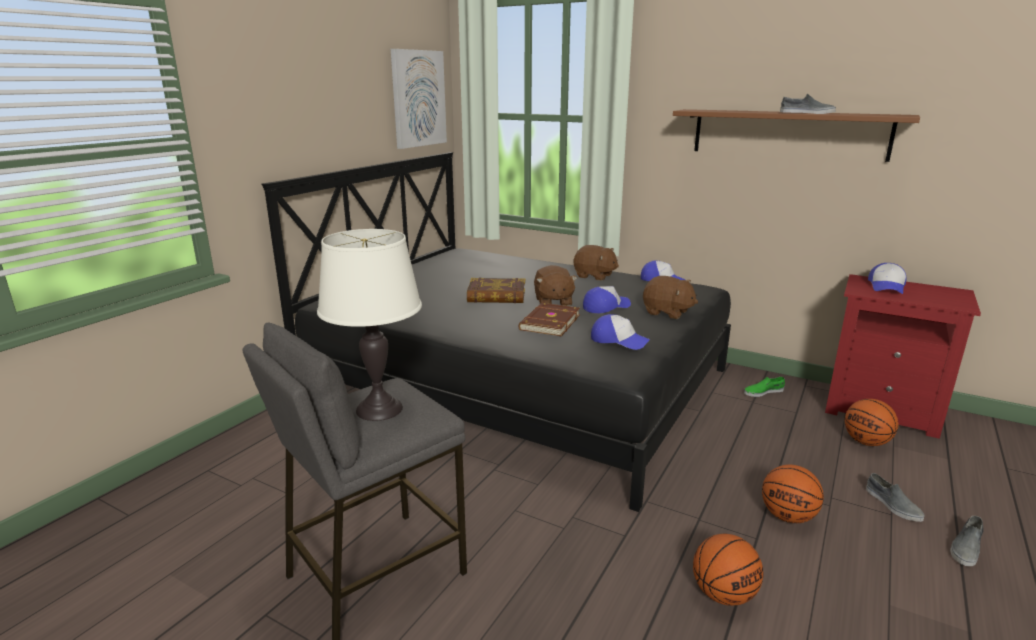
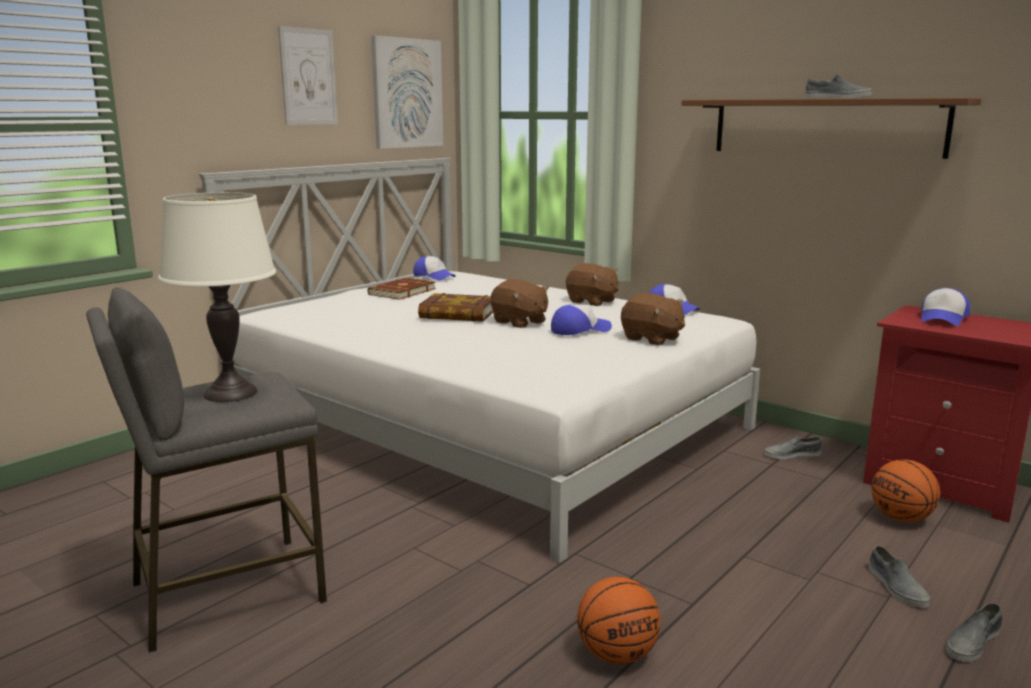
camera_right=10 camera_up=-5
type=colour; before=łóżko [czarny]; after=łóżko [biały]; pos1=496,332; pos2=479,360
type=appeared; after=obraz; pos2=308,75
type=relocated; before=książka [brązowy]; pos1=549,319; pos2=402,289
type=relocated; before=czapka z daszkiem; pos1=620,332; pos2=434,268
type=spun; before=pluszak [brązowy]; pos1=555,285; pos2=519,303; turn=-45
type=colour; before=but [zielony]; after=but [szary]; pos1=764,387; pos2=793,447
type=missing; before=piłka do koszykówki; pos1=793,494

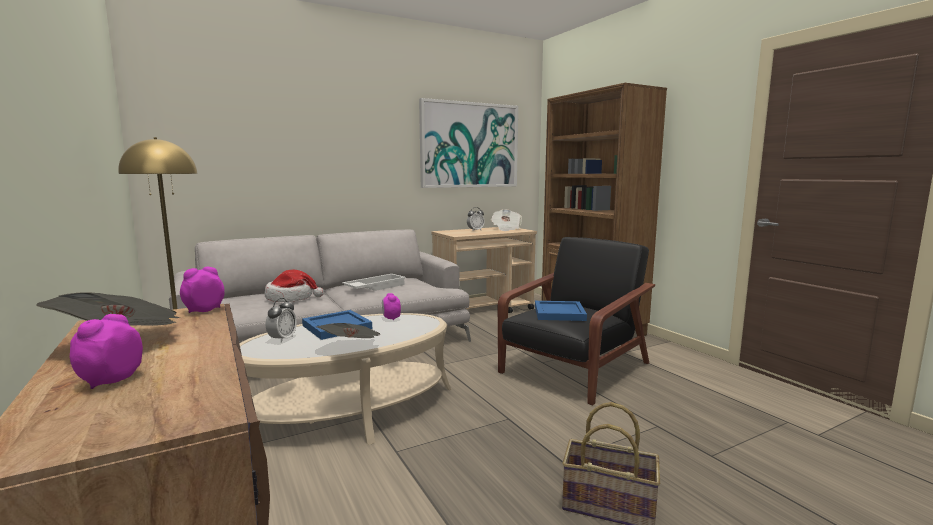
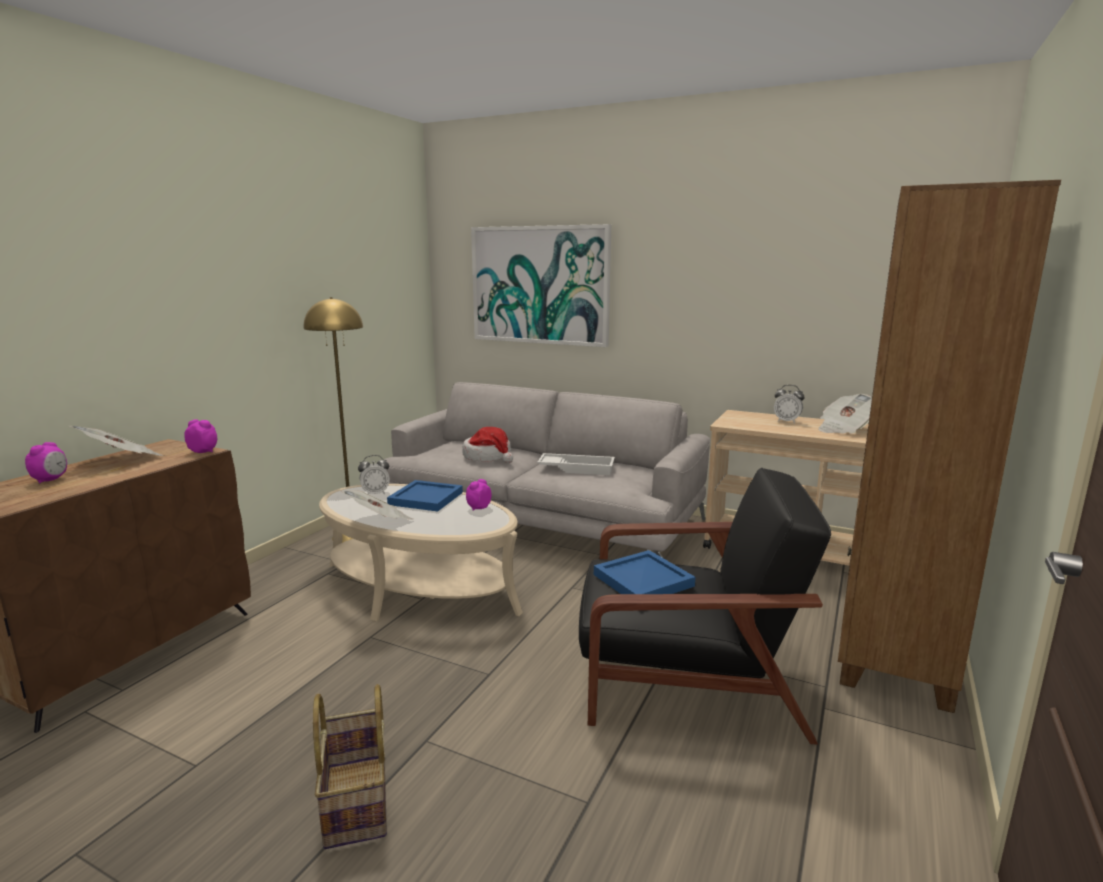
camera_right=55 camera_up=5
type=spun; before=budzik; pos1=106,351; pos2=46,462; turn=120
type=relocated; before=obraz; pos1=468,143; pos2=541,285

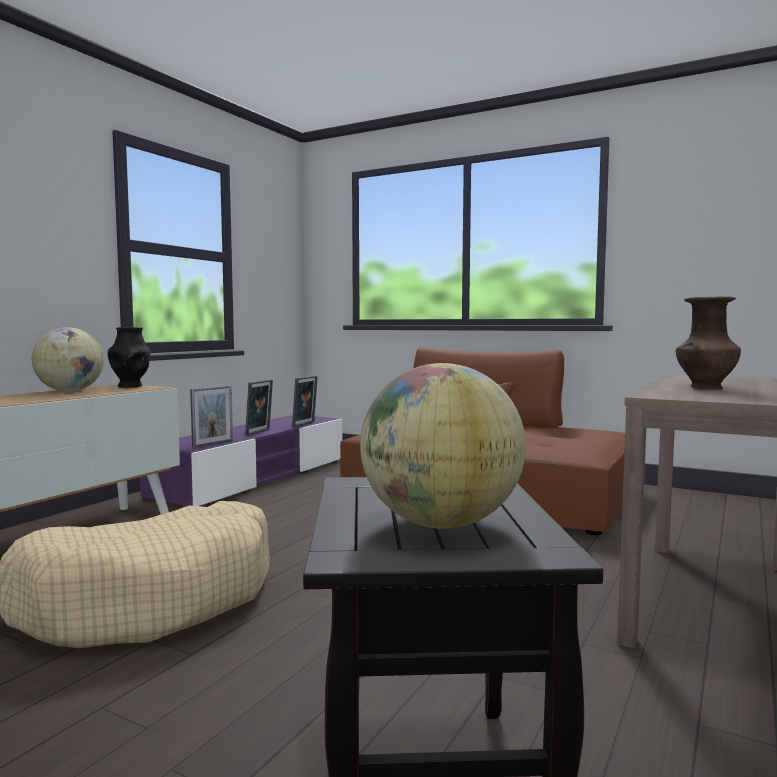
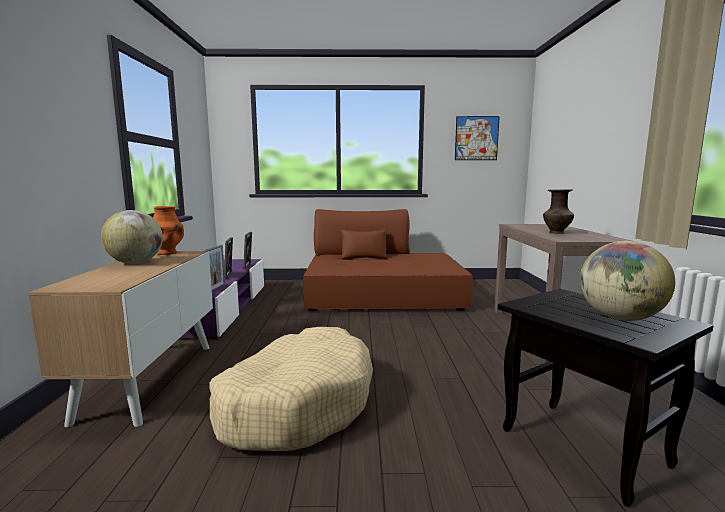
camera_right=-30 camera_up=5
type=colour; before=wazon [czarny]; after=wazon [pomarańczowy]; pos1=129,357; pos2=168,230
type=appeared; after=obraz; pos2=477,138

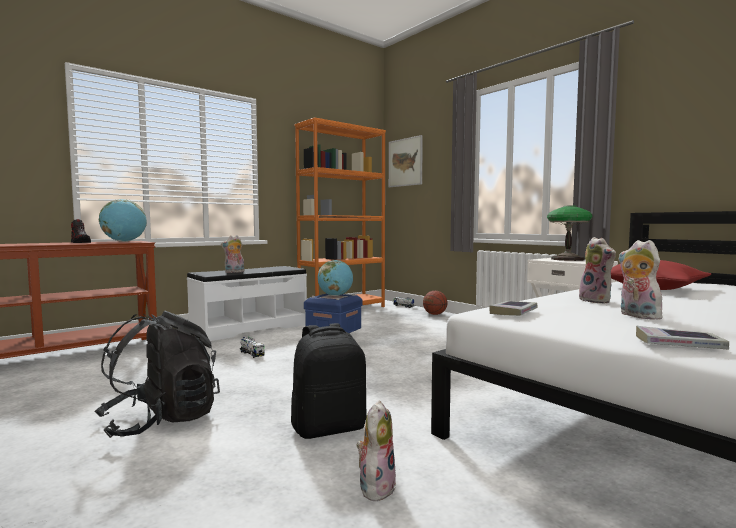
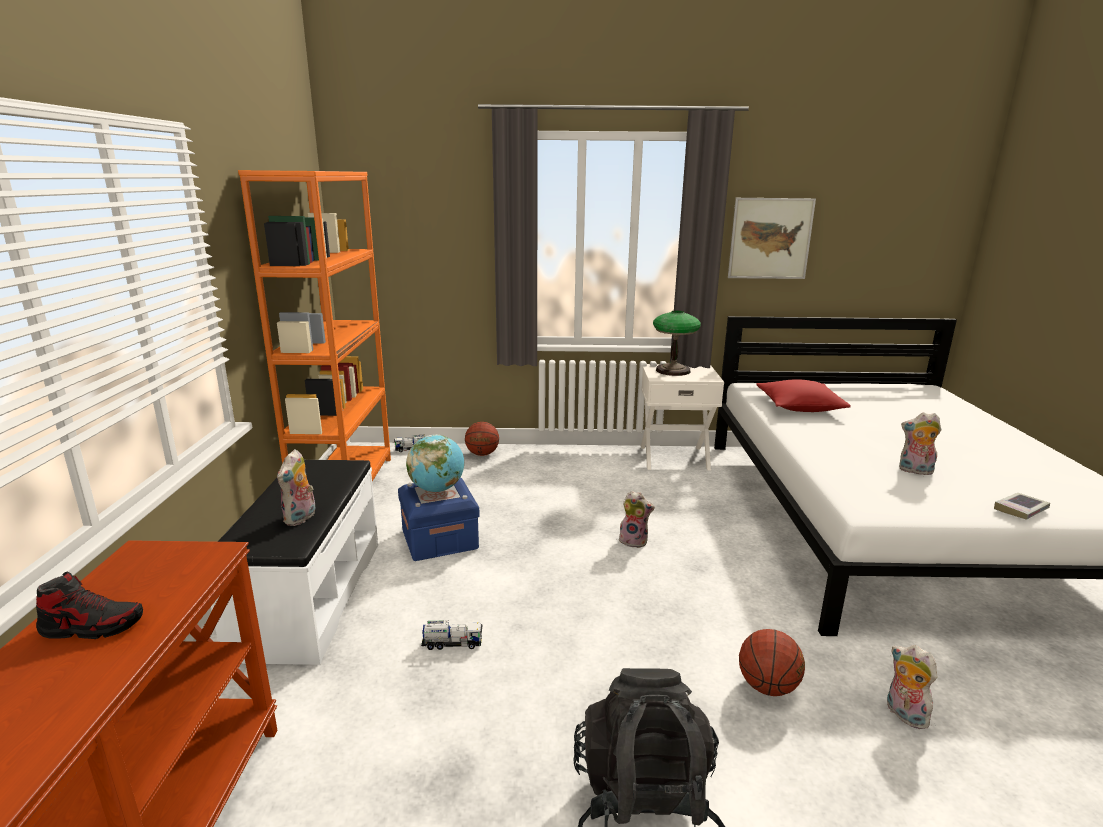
camera_right=-50 camera_up=15
type=relocated; before=pluszak; pos1=597,270; pos2=637,519
type=relocated; before=obraz; pos1=406,161; pos2=772,238
type=exchanged; before=plecak [czarny]; after=piłka do koszykówki; pos1=329,381; pos2=772,662
type=missing; before=globus; pos1=123,220
type=missing; before=książka; pos1=513,308

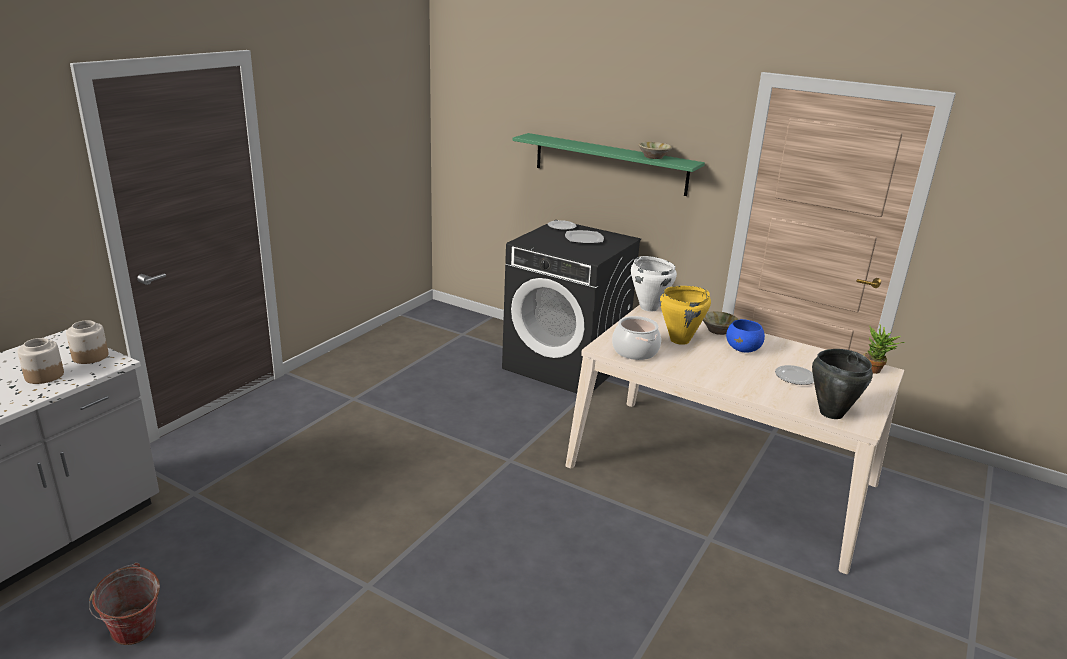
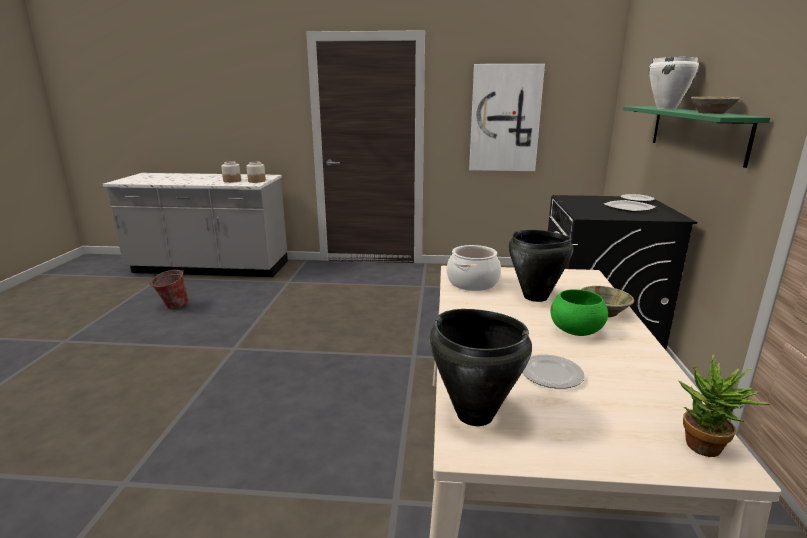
camera_right=65 camera_up=-5
type=appeared; after=obraz; pos2=507,117
type=colour; before=garnek [żółty]; after=garnek [czarny]; pos1=685,315; pos2=541,266
type=colour; before=miska [niebieski]; after=miska [zielony]; pos1=745,336; pos2=579,312
type=relocated; before=garnek [biały]; pos1=654,284; pos2=674,83

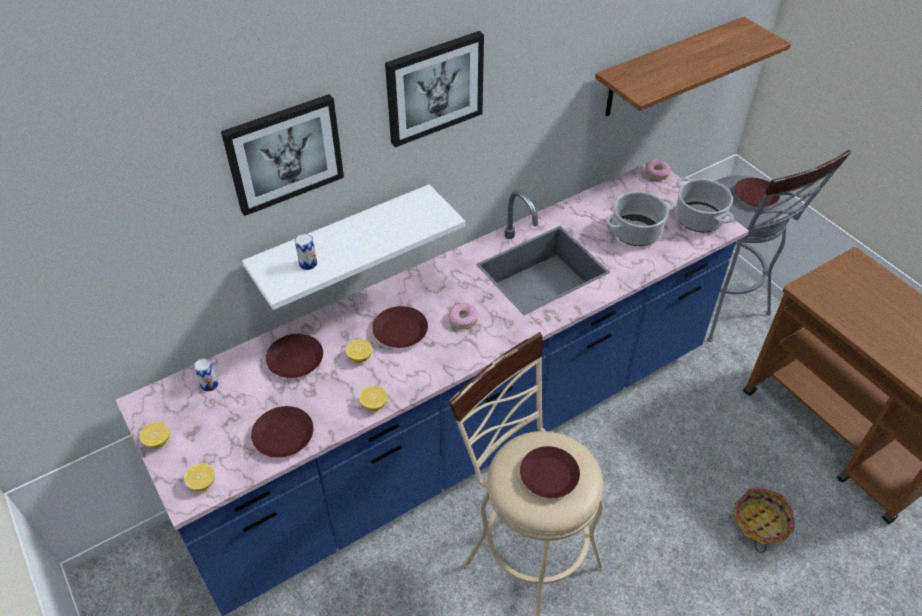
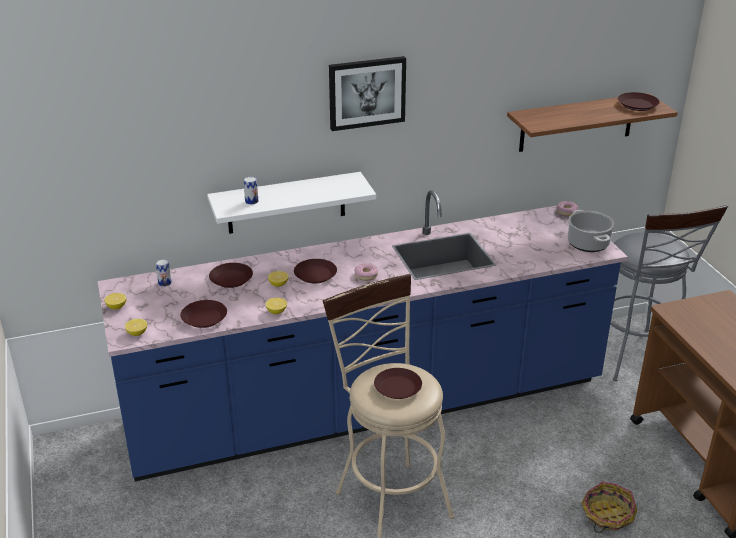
camera_right=15 camera_up=-15
type=relocated; before=talerz [brązowy]; pos1=757,192; pos2=639,101
type=missing; before=obraz; pos1=282,155
type=missing; before=garnek; pos1=639,218

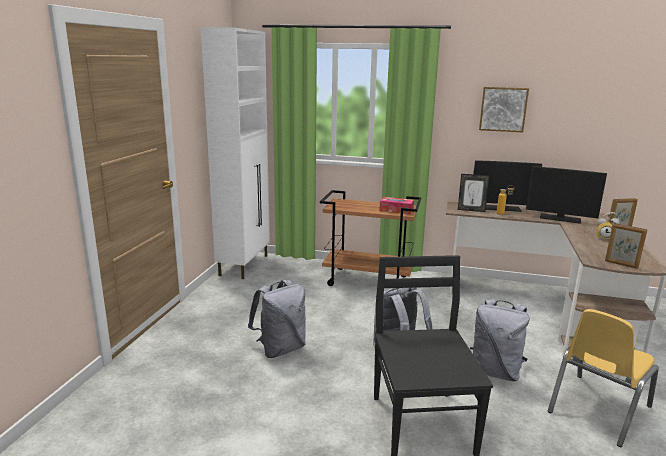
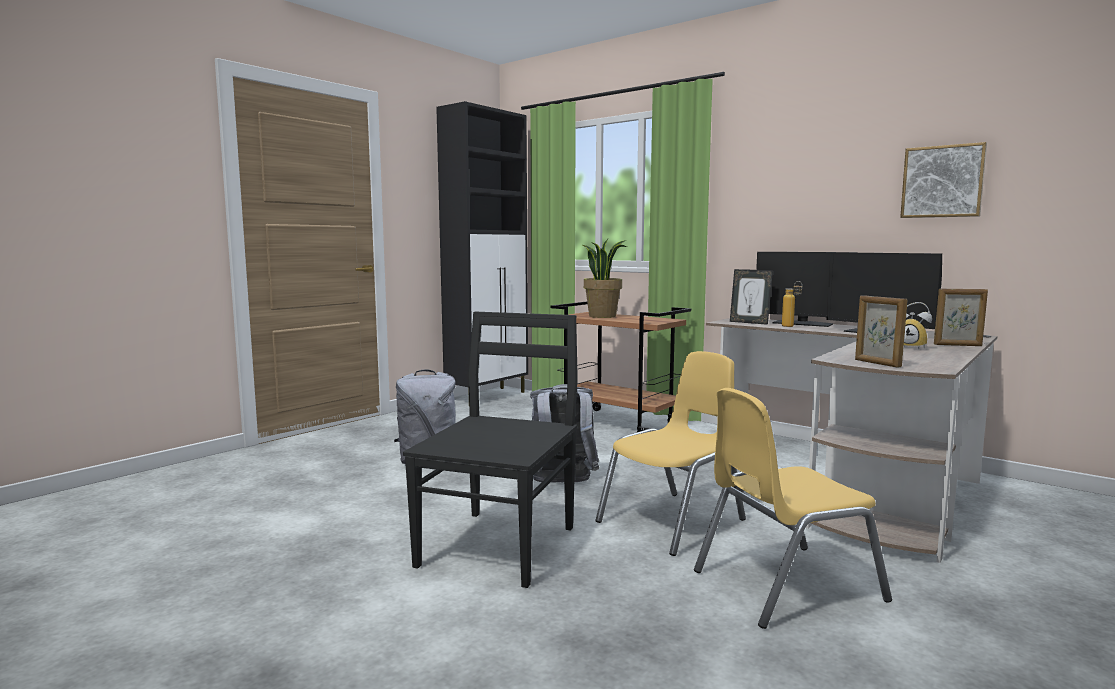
camera_right=25 camera_up=-10
type=colour; before=szafka [biały]; after=szafka [czarny]; pos1=235,153; pos2=482,247
type=appeared; after=roślina doniczkowa; pos2=605,278
type=exchanged; before=plecak [szary]; after=krzesło [żółty]; pos1=500,340; pos2=670,453
type=relocated; before=obraz; pos1=504,109; pos2=943,180
type=missing; before=pudełko chusteczek; pos1=396,205

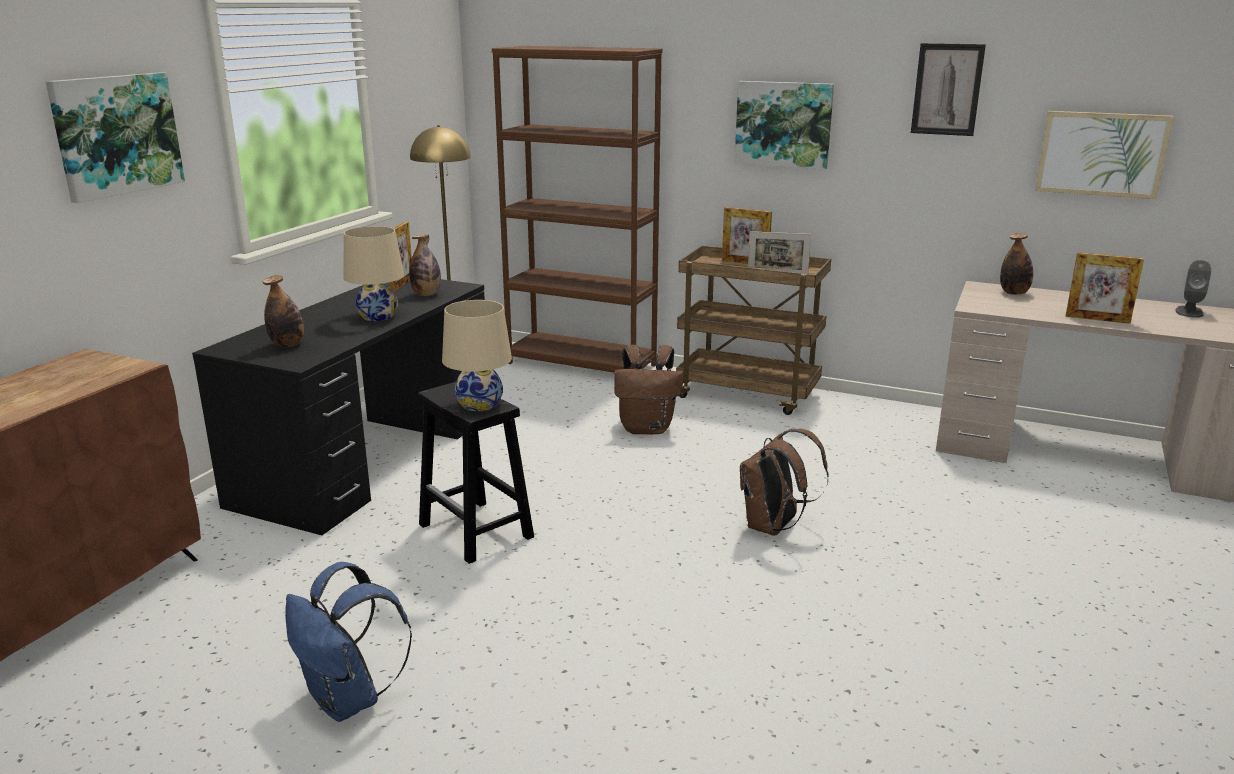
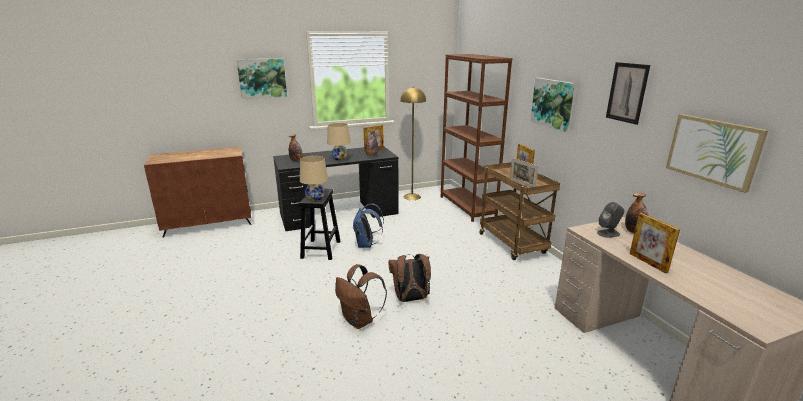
camera_right=45 camera_up=0
type=relocated; before=plecak [brązowy]; pos1=649,389; pos2=361,296
type=relocated; before=plecak [niebieski]; pos1=348,642; pos2=368,225
type=relocated; before=głośnik [szary]; pos1=1193,289; pos2=611,220

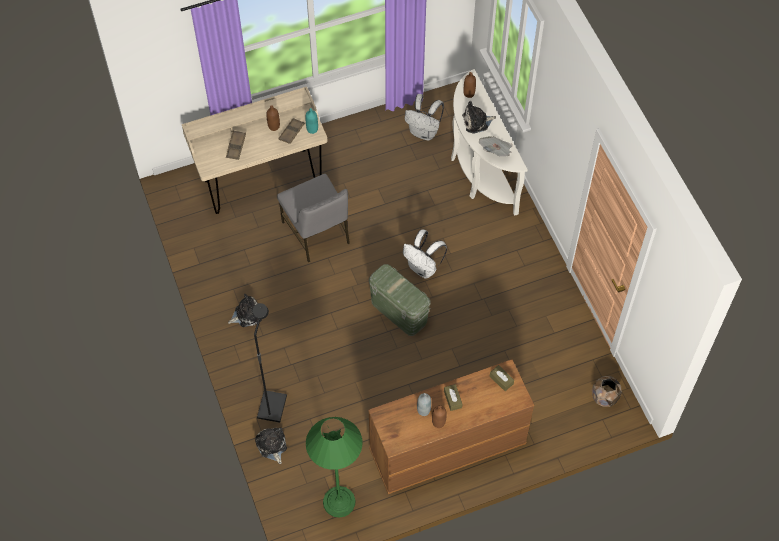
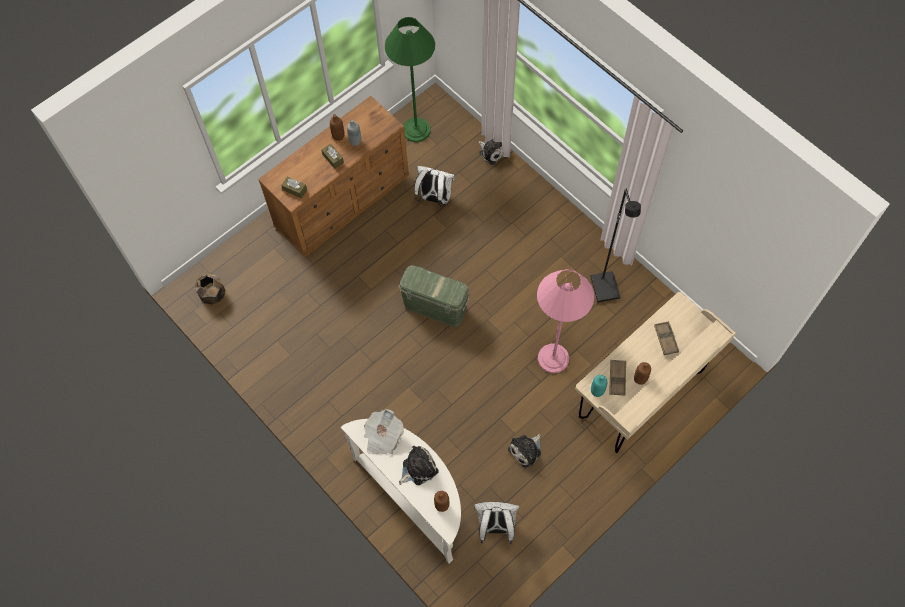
camera_right=160 camera_up=5
type=relocated; before=plecak [biały]; pos1=425,254; pos2=434,186
type=relocated; before=pluszak; pos1=245,310; pos2=524,451
type=exchanged; before=krzesło [szary]; after=lampa stojąca [różowy]; pos1=313,218; pos2=565,321
type=relocated; before=lampa stojąca [czarny]; pos1=270,363; pos2=615,245

